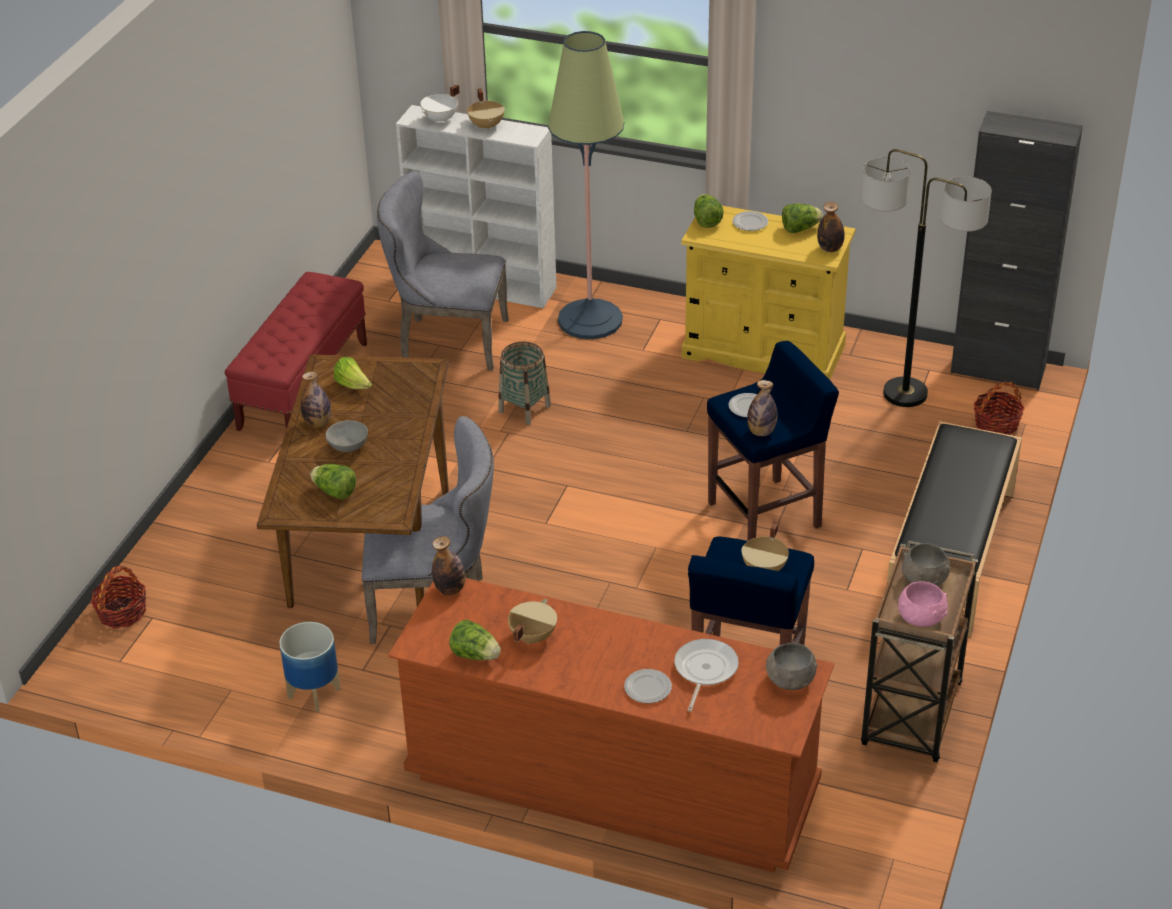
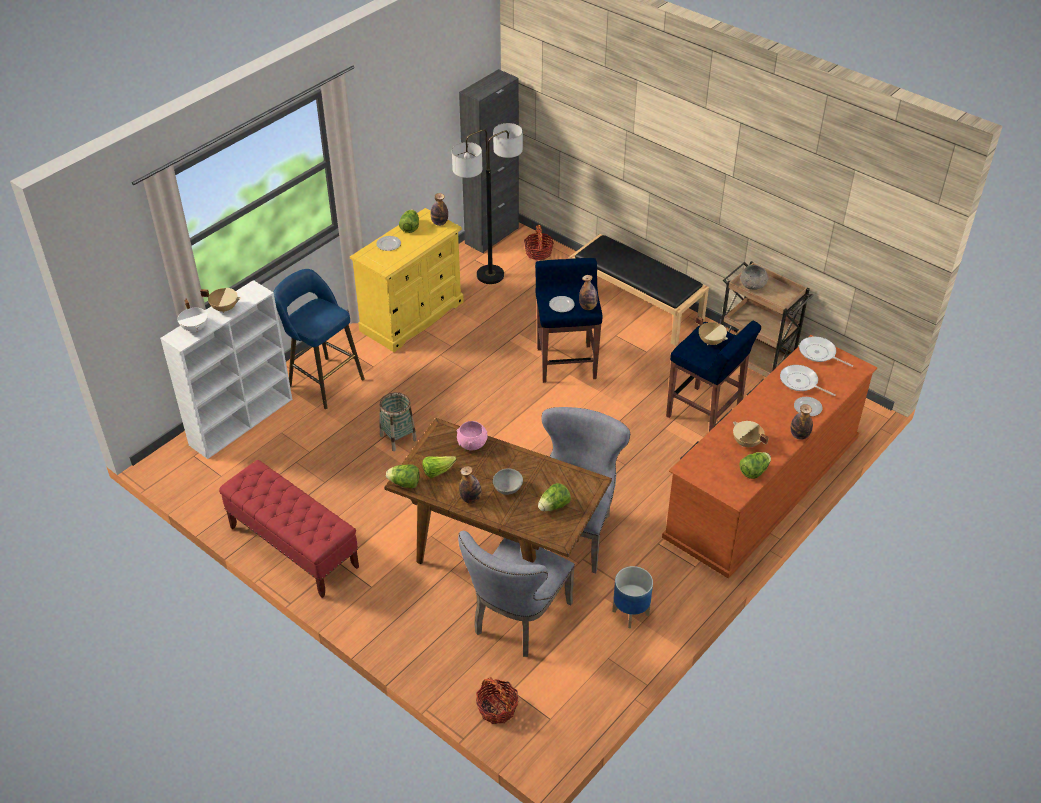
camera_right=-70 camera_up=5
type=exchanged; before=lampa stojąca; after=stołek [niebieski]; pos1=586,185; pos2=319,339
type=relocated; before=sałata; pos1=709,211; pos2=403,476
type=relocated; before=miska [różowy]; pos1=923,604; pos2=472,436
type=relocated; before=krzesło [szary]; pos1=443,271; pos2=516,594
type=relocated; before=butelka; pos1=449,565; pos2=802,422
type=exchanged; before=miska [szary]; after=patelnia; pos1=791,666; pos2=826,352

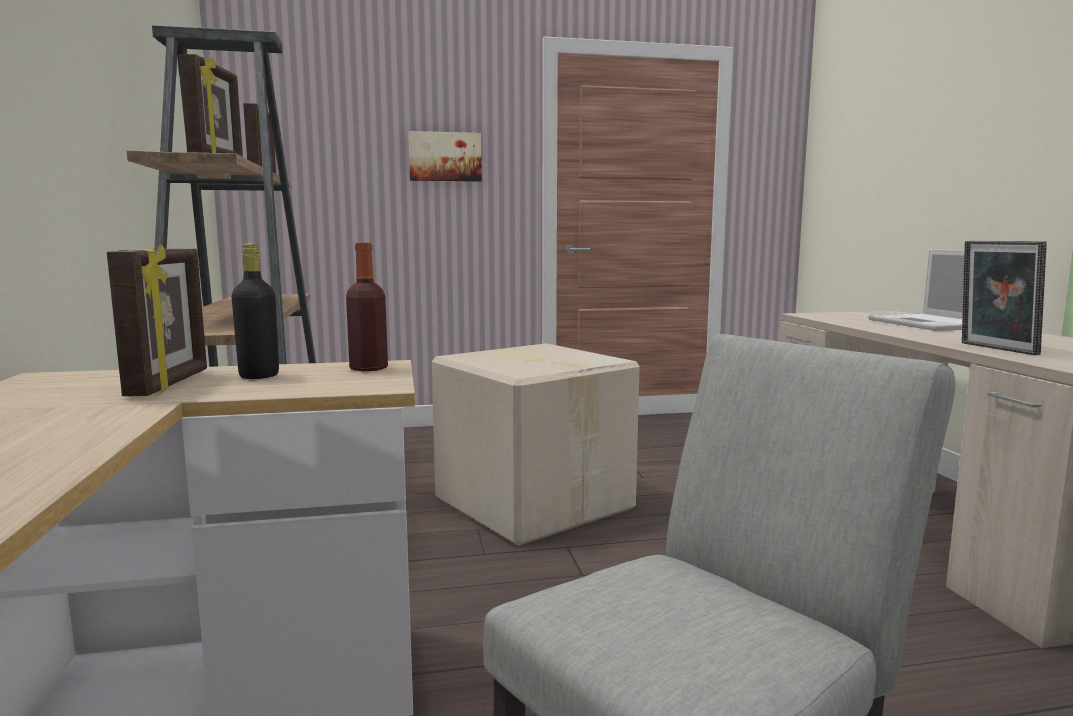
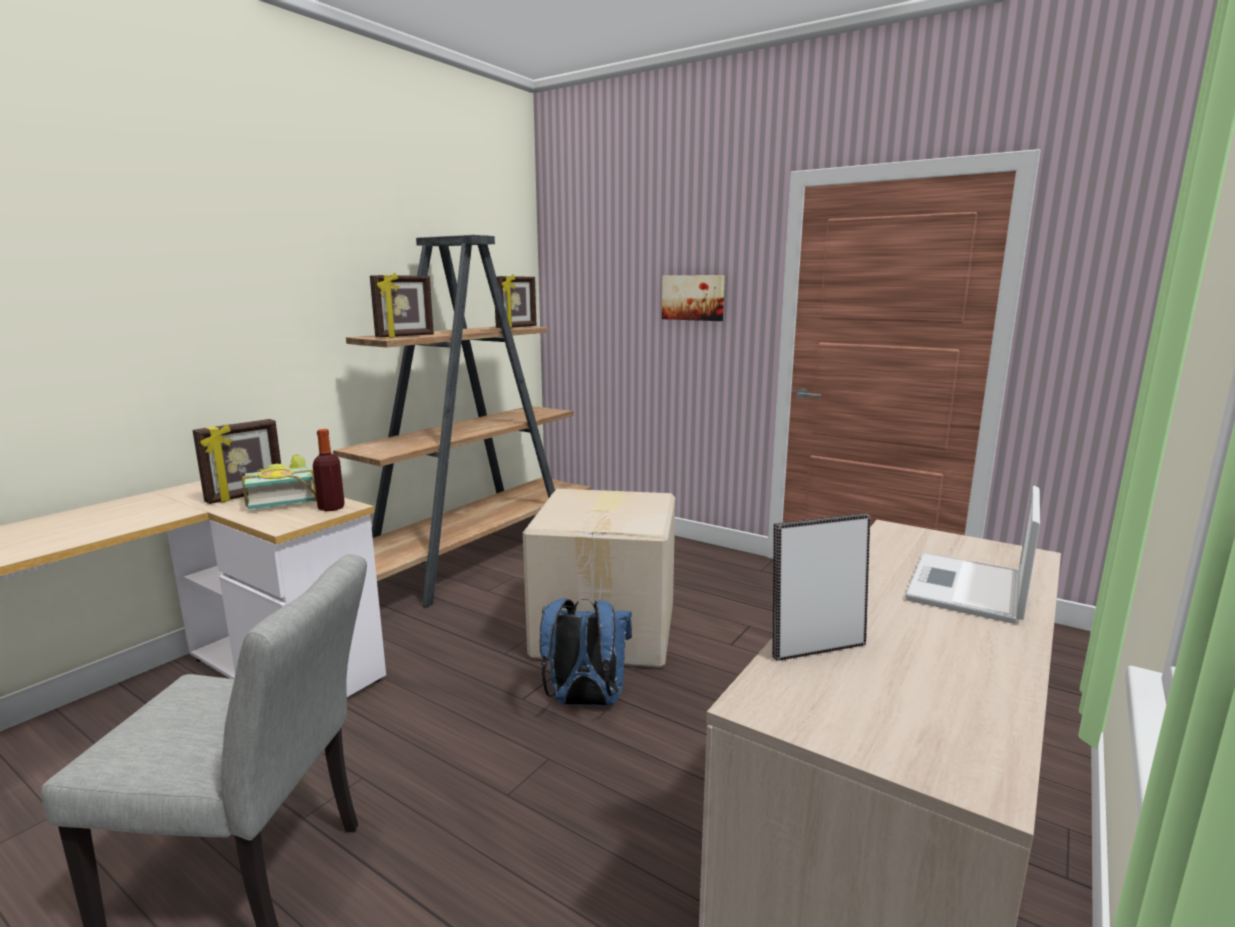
camera_right=45 camera_up=5
type=exchanged; before=butelka [czarny]; after=książka; pos1=255,311; pos2=279,481
type=appeared; after=plecak [niebieski]; pos2=586,652
type=spun; before=ramka na zdjęcie; pos1=1004,298; pos2=821,587; turn=45

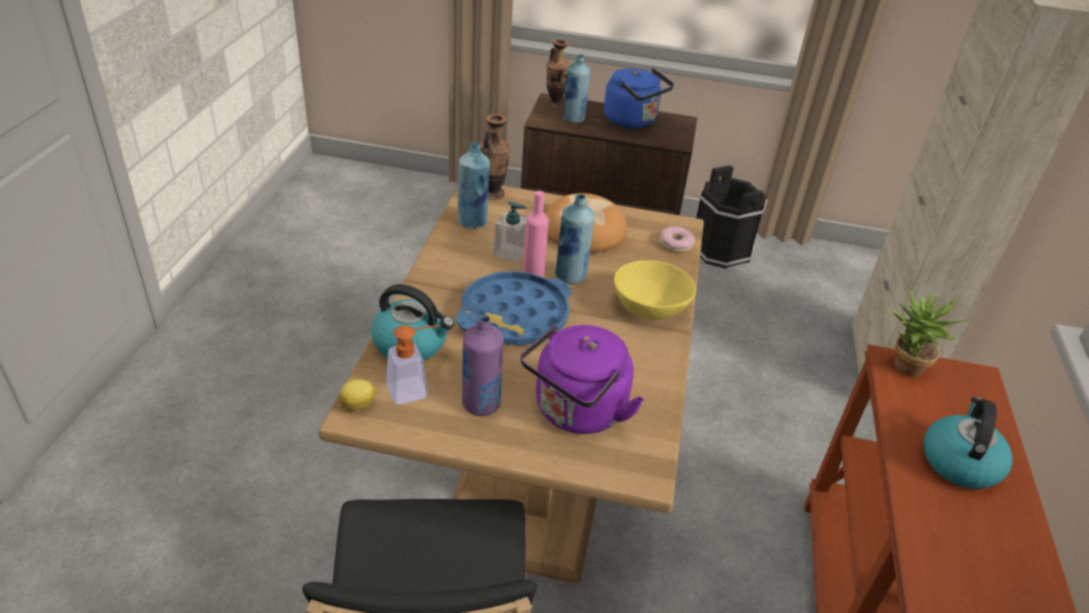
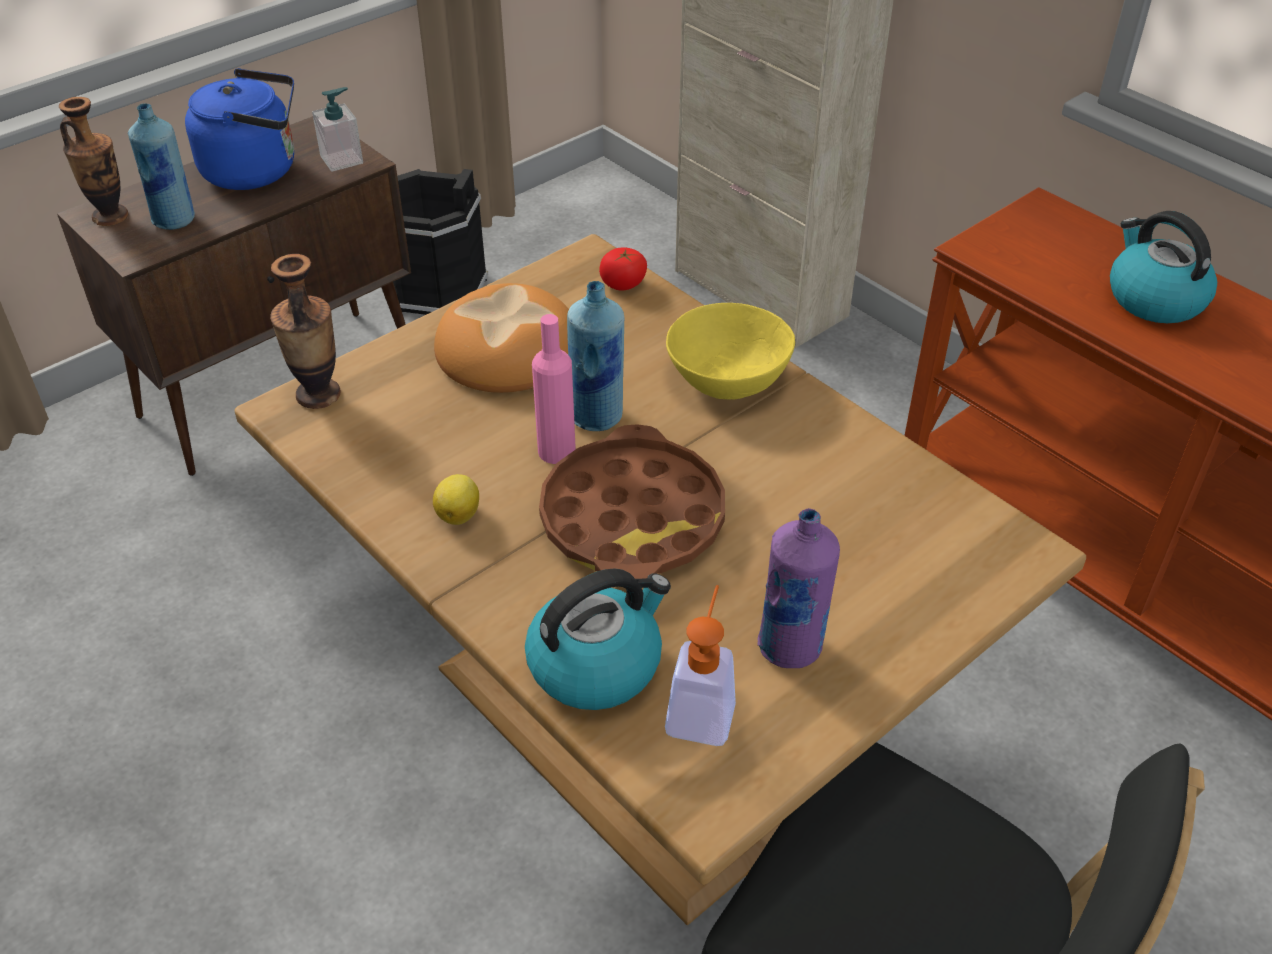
camera_right=-50 camera_up=5
type=relocated; before=dozownik mydła; pos1=510,232; pos2=337,129
type=relocated; before=cytryna; pos1=358,395; pos2=456,499
type=colour; before=taca [niebieski]; after=taca [brązowy]; pos1=513,308; pos2=632,501
type=exchanged; before=donut; after=pomidor; pos1=677,239; pos2=623,269
type=missing; before=butelka [niebieski]; pos1=474,185
type=missing; before=czajnik [fioletowy]; pos1=582,379
type=missing; before=roślina doniczkowa; pos1=930,332

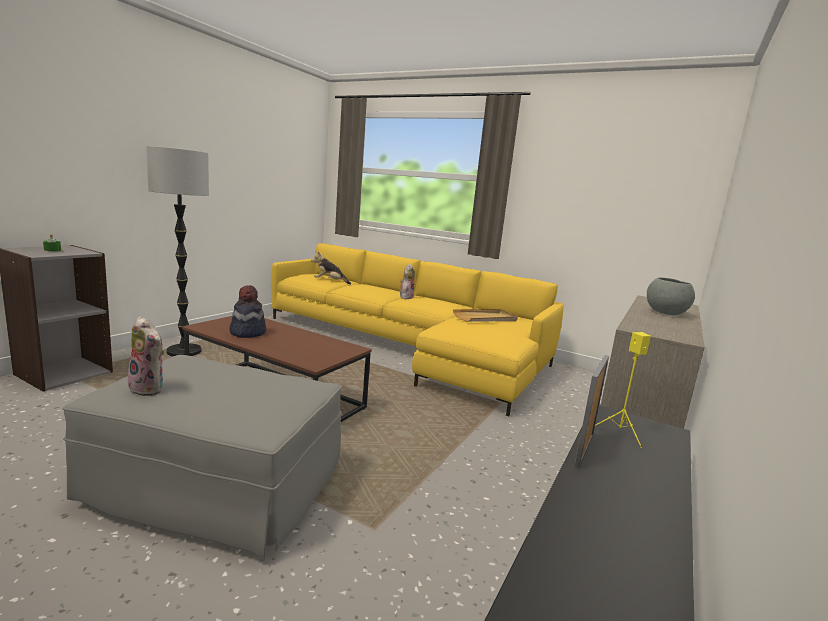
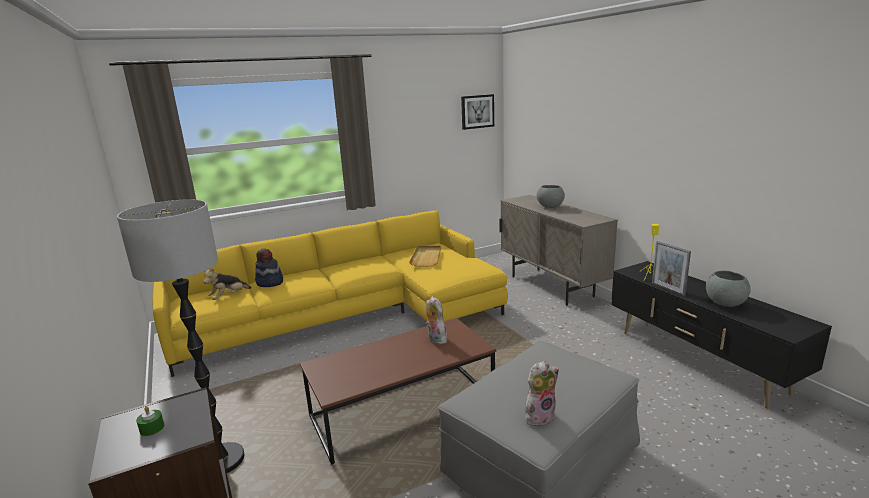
camera_right=-55 camera_up=5
type=relocated; before=kapelusz; pos1=247,311; pos2=269,267
type=relocated; before=pluszak; pos1=407,281; pos2=436,320
type=appeared; after=obraz; pos2=477,112
type=appeared; after=miska [szary]; pos2=728,288

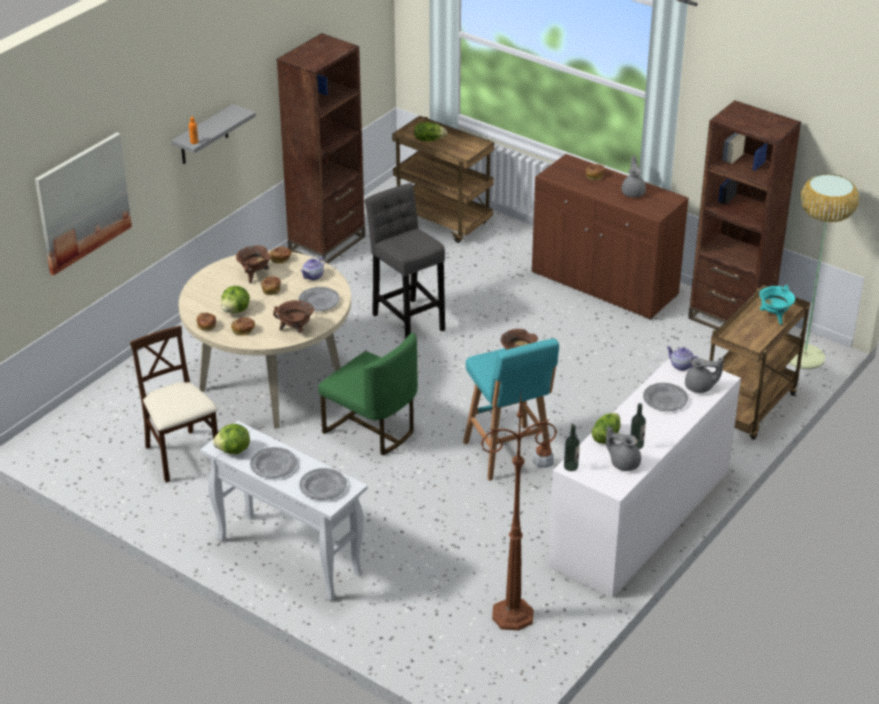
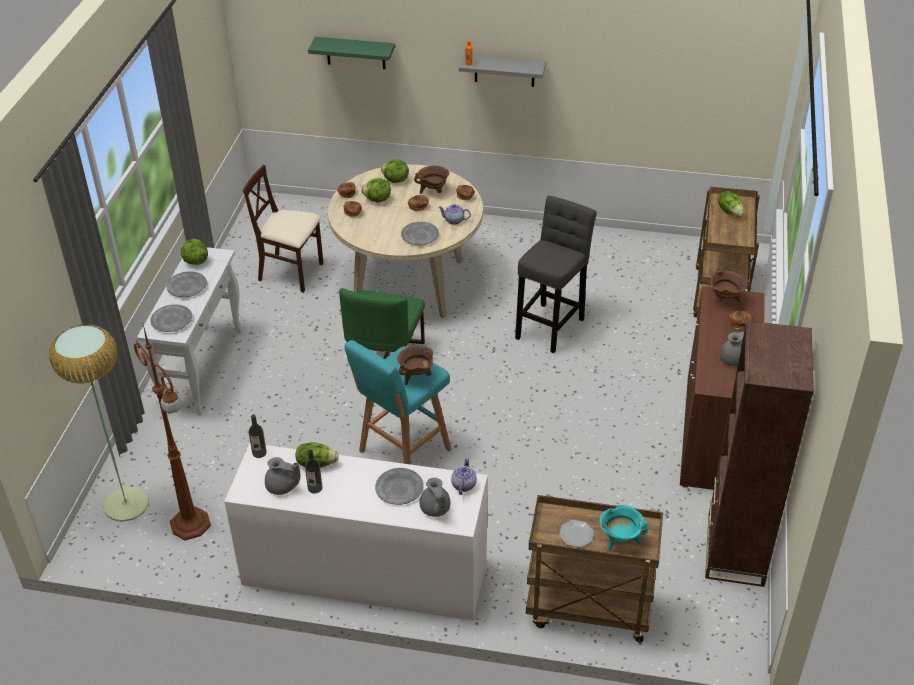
camera_right=65 camera_up=5
type=relocated; before=lampa stojąca; pos1=824,271; pos2=99,423
type=spun; before=krzesło [beżowy]; pos1=174,404; pos2=283,229; turn=-105
type=spun; before=imbryk [szary]; pos1=623,448; pos2=282,476; turn=105
type=exchanged; before=obraz; after=półka [zielony]; pos1=83,204; pos2=351,53
type=appeared; after=sałata; pos2=395,171
type=appeared; after=talerz; pos2=576,534
type=relocated; before=garnek [brązowy]; pos1=293,316; pos2=728,285
type=missing; before=regał [brązowy]; pos1=321,148

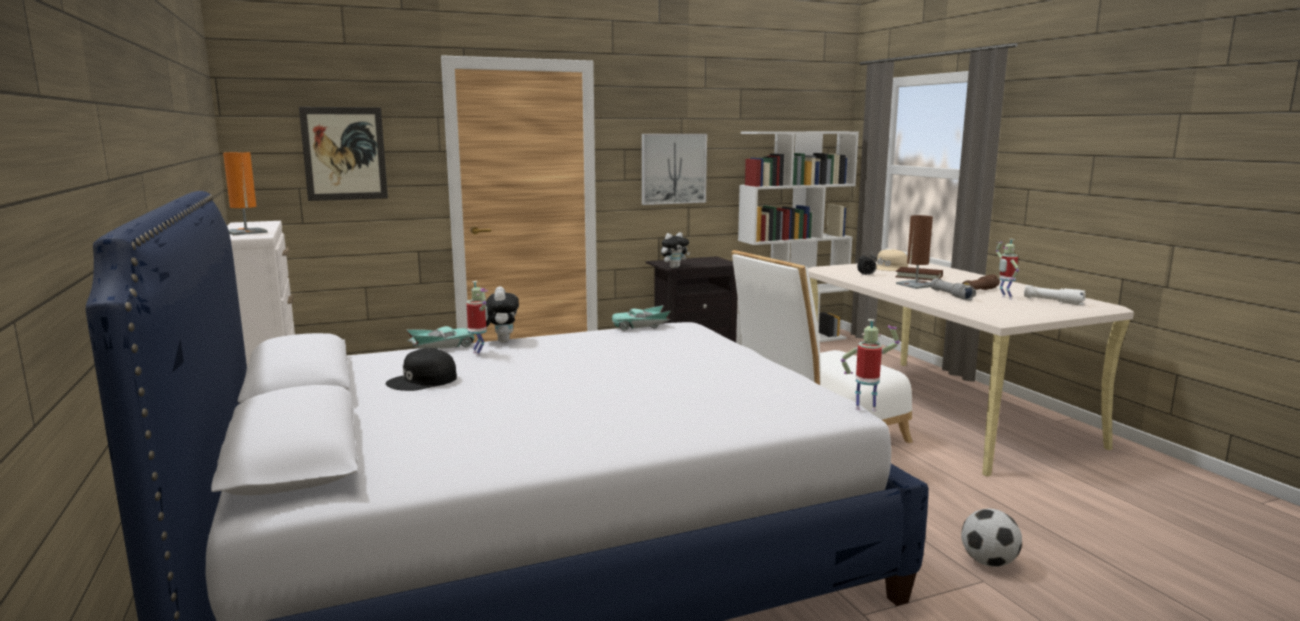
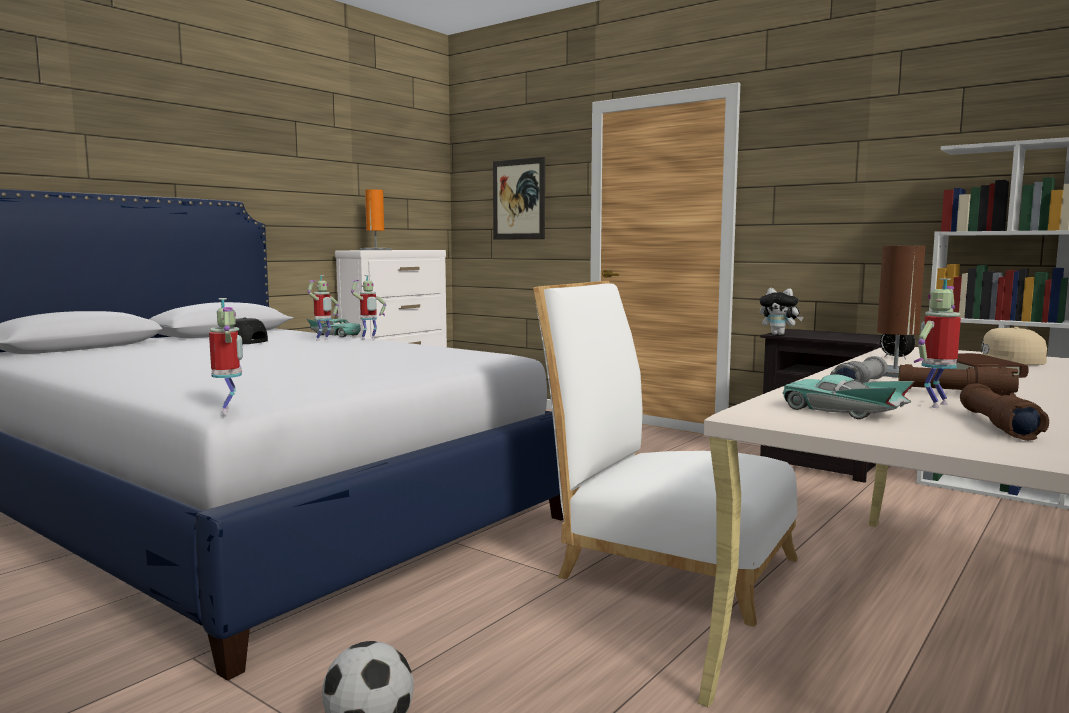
camera_right=60 camera_up=-5
type=exchanged; before=pluszak; after=robot zabawkowy; pos1=502,315; pos2=368,307
type=relocated; before=samochodzik [turkusowy]; pos1=642,317; pos2=848,396
type=colour; before=latarka [biały]; after=latarka [brązowy]; pos1=1055,295; pos2=1004,412
type=missing; before=obraz; pos1=674,169

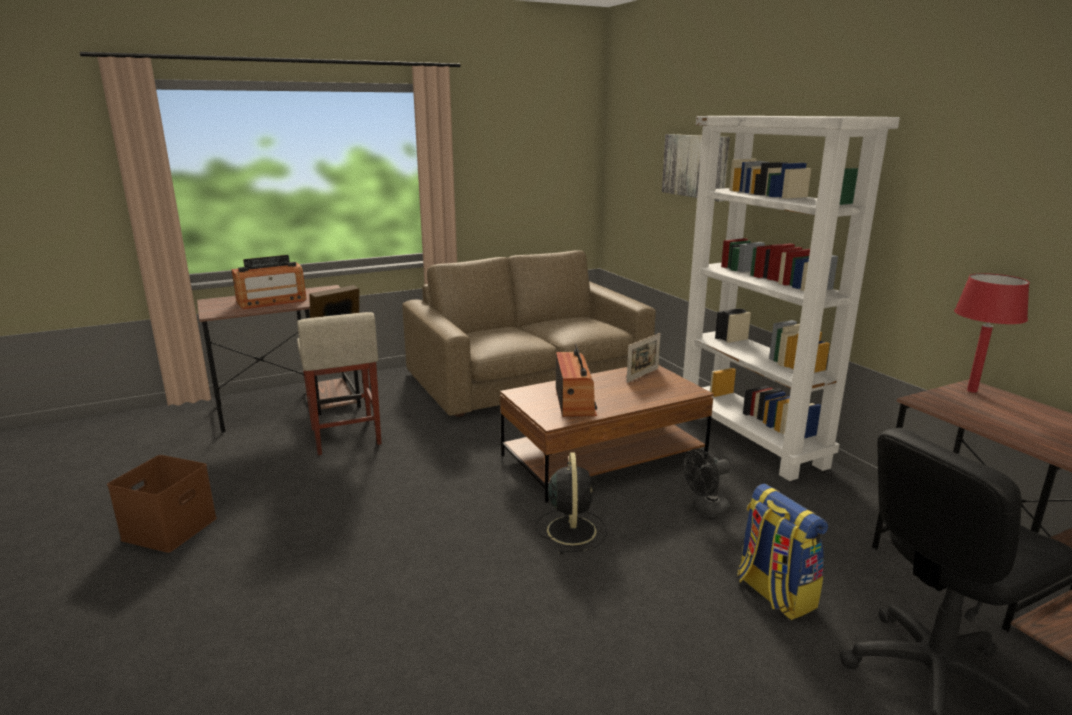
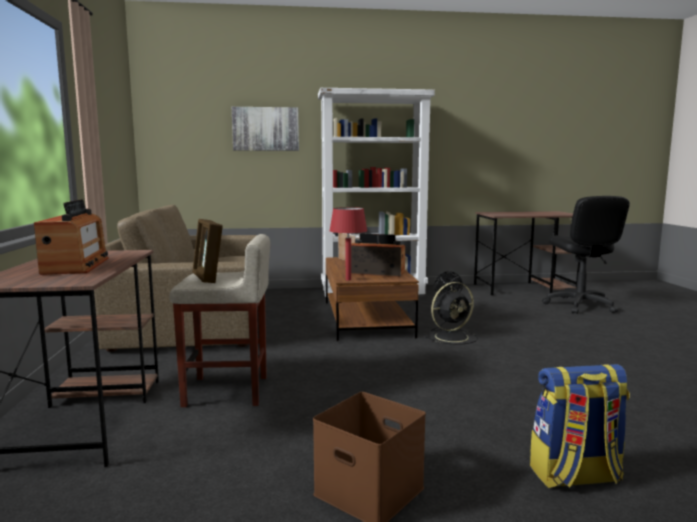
camera_right=-70 camera_up=-10
type=relocated; before=lampa stołowa [czerwony]; pos1=992,333; pos2=348,244
type=spun; before=wentylator [czarny]; pos1=571,503; pos2=451,313; turn=135
type=relocated; before=plecak; pos1=782,551; pos2=580,426

